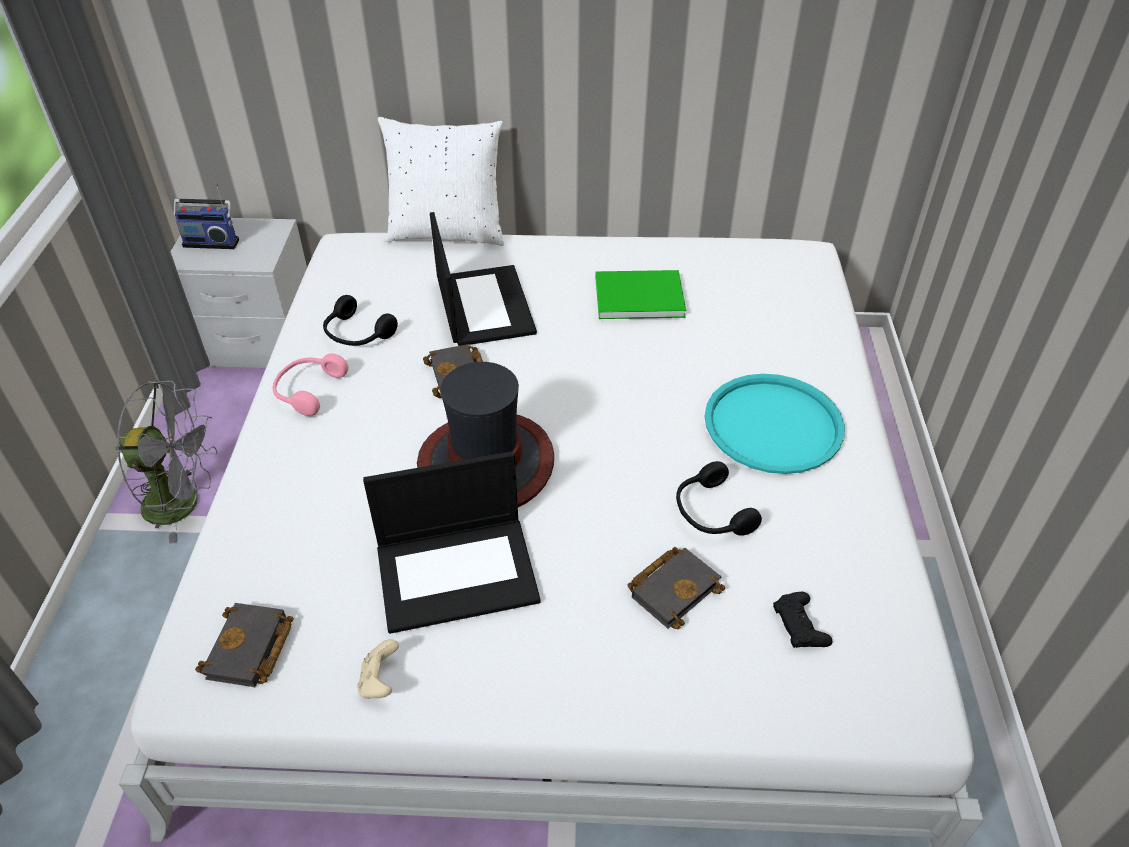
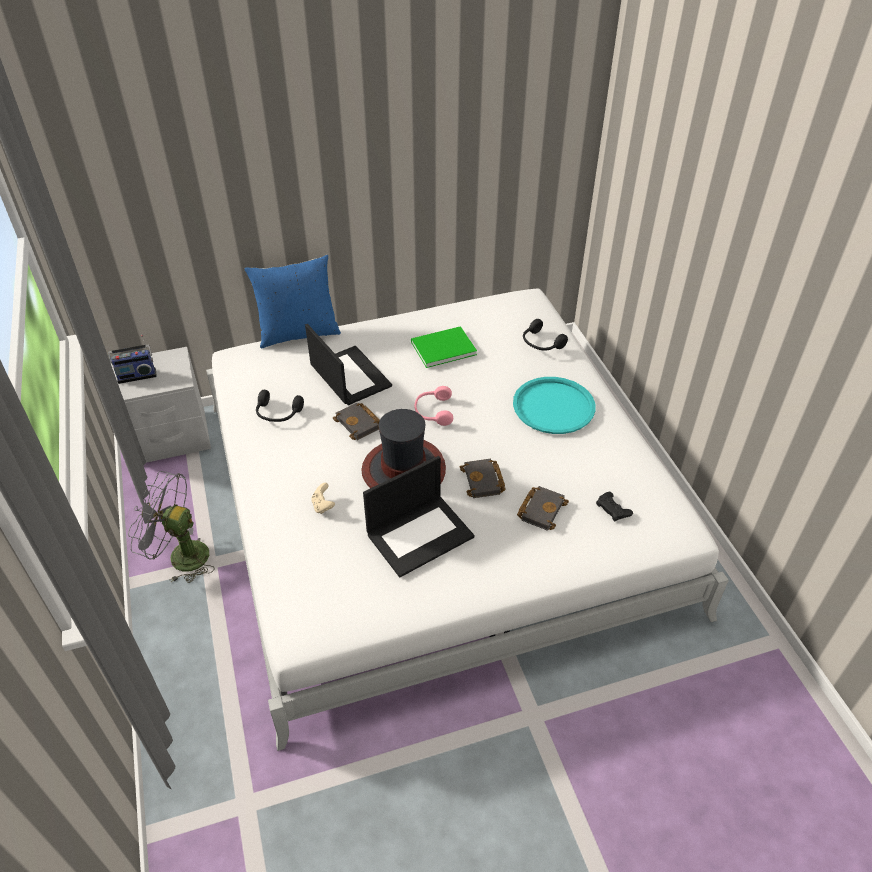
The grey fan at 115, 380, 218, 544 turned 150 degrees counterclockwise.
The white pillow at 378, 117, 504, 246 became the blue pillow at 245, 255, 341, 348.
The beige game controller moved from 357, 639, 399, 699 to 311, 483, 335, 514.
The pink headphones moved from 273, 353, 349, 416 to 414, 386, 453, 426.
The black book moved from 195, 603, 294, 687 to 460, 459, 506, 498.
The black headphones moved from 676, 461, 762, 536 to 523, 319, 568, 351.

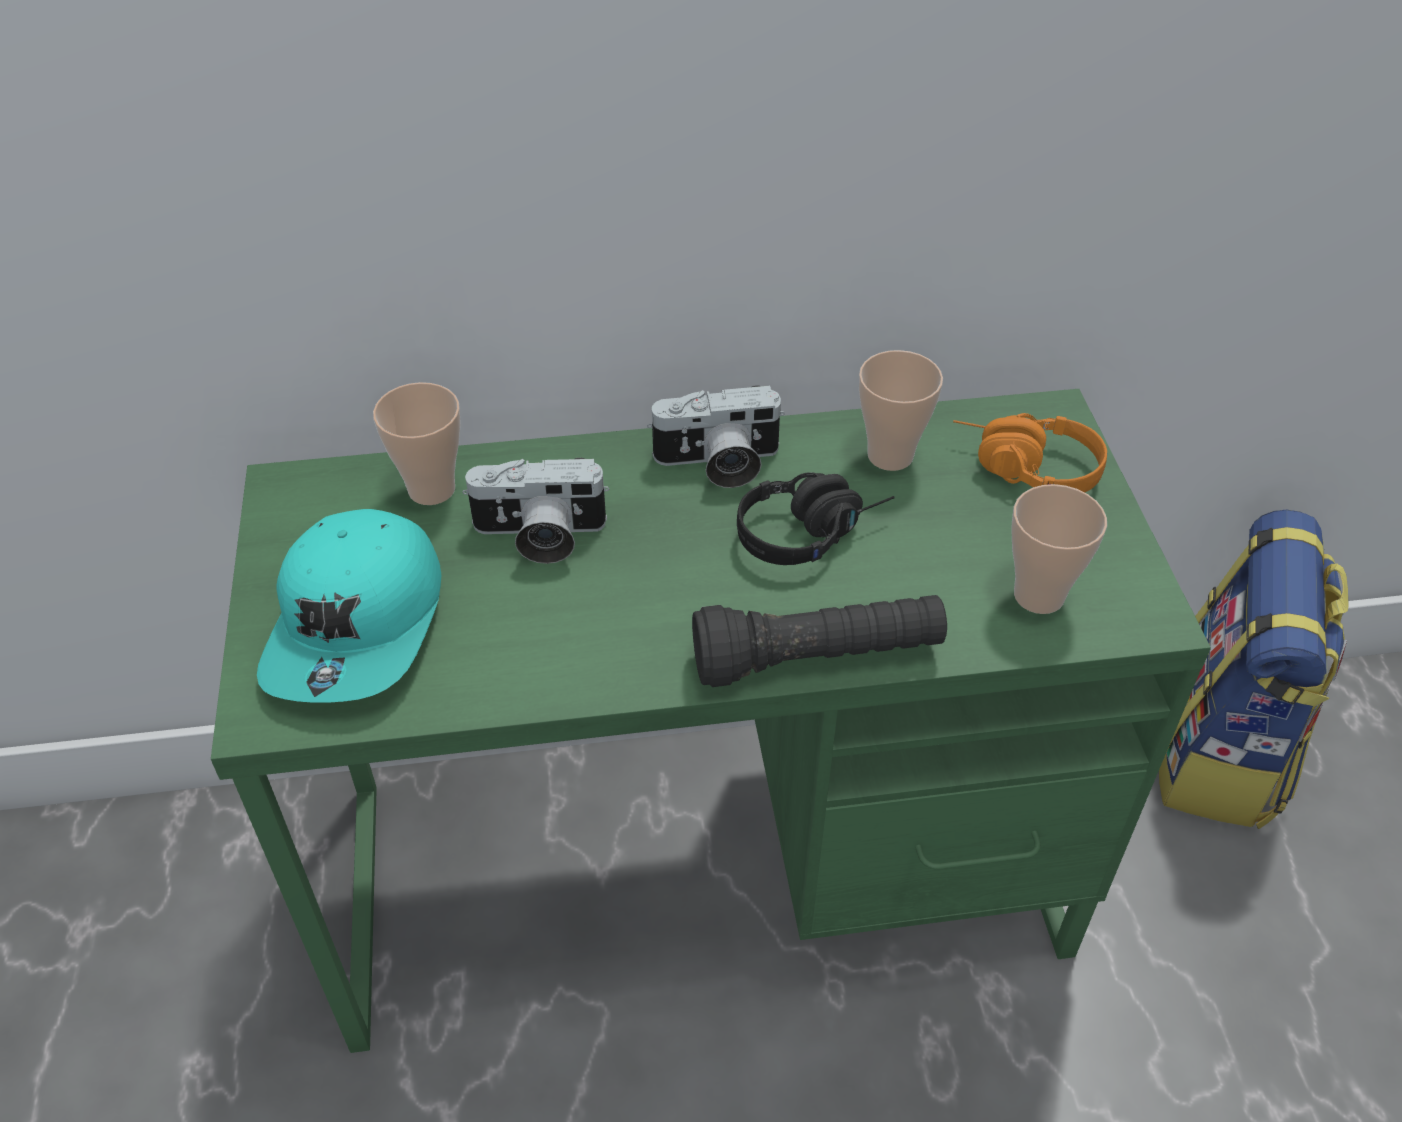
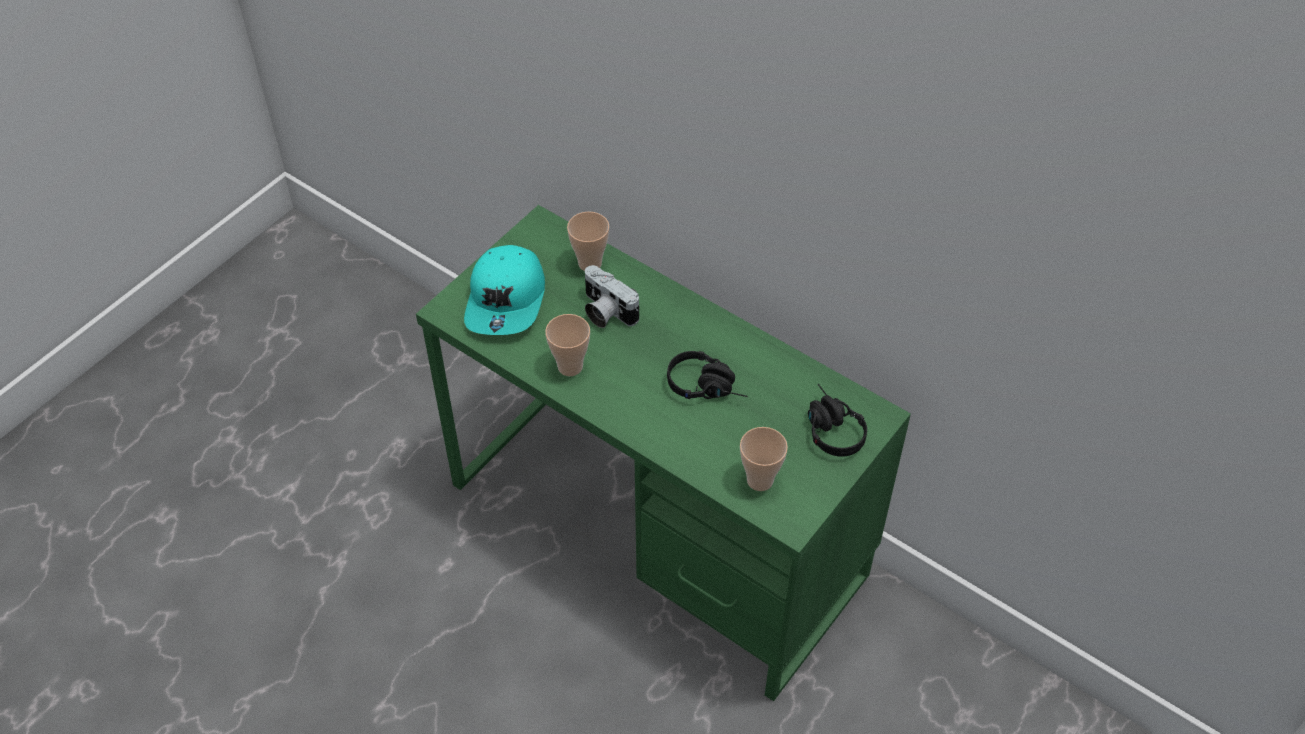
The turquoise cap at 257, 509, 441, 703 turned 45 degrees counterclockwise.
The cup moved from 859, 350, 943, 471 to 545, 314, 590, 376.
The orange headphones at 953, 413, 1107, 492 became the black headphones at 808, 384, 867, 457.
The photo camera at 647, 385, 785, 488 disappeared.
The black flashlight at 692, 595, 947, 687 disappeared.
The backpack at 1159, 509, 1349, 829 disappeared.

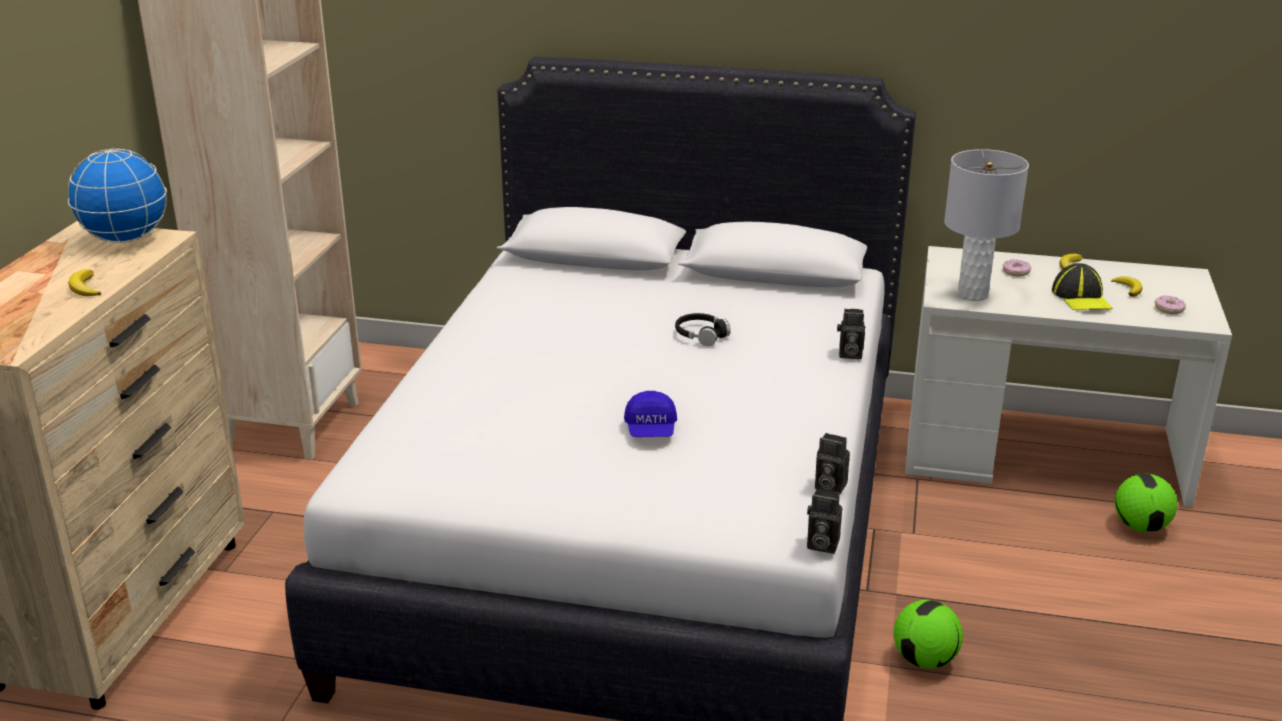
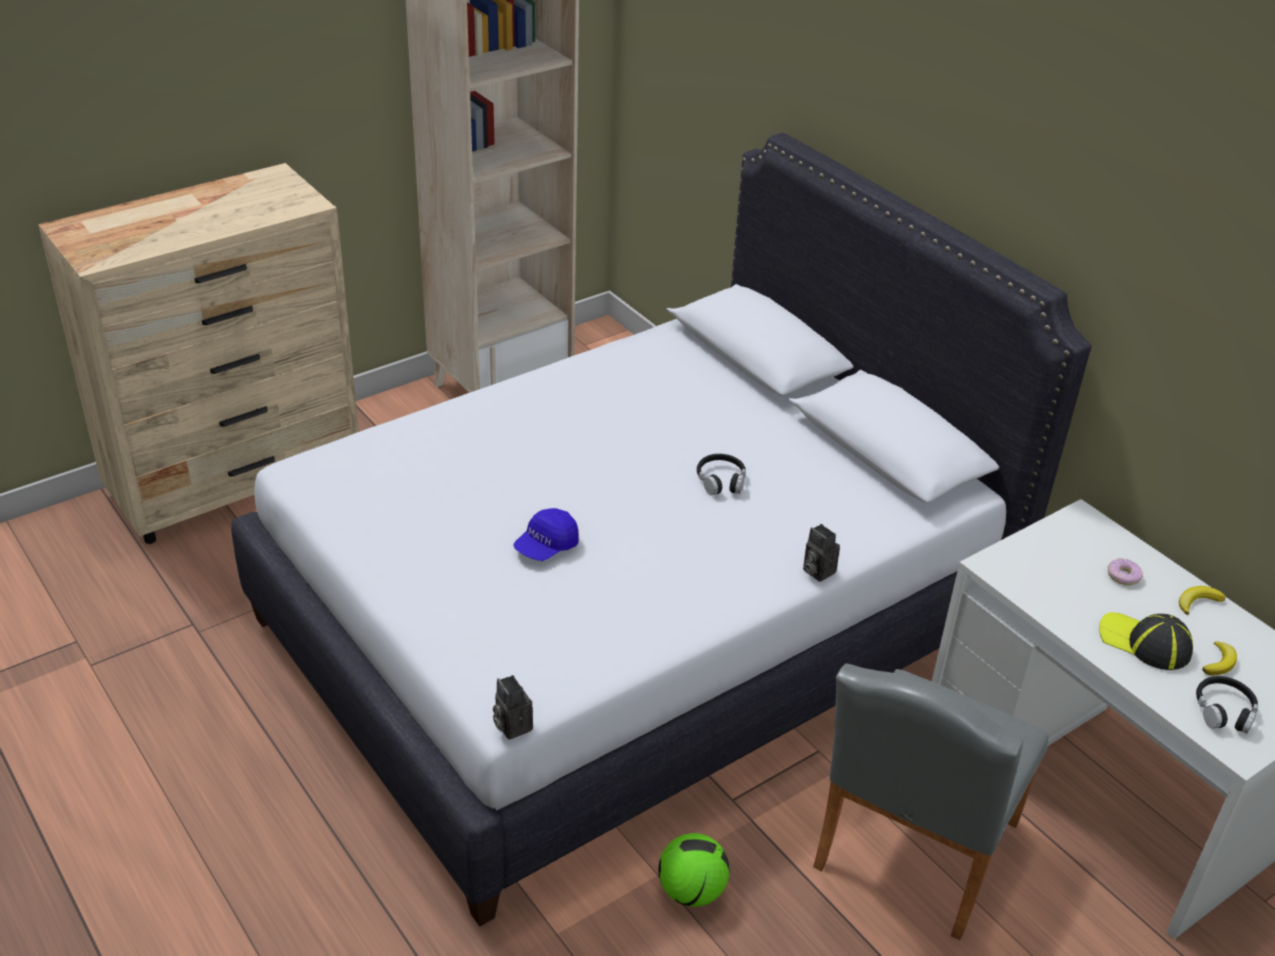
The grey chair at 813, 664, 1049, 940 appeared.
The cap at 1052, 263, 1113, 310 turned 90 degrees clockwise.
The donut at 1154, 296, 1186, 314 was replaced by the black headphones at 1196, 676, 1258, 734.
The globe at 68, 148, 167, 243 disappeared.
The banana at 69, 269, 101, 296 disappeared.
The photo camera at 815, 433, 850, 494 disappeared.
The grey table lamp at 944, 149, 1029, 301 disappeared.
The football at 1115, 473, 1177, 533 disappeared.

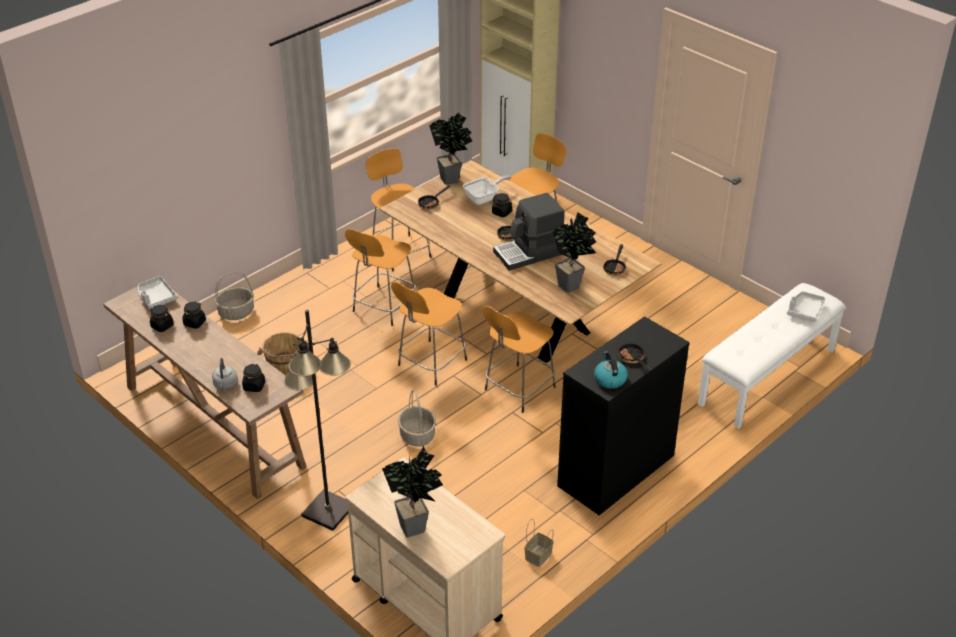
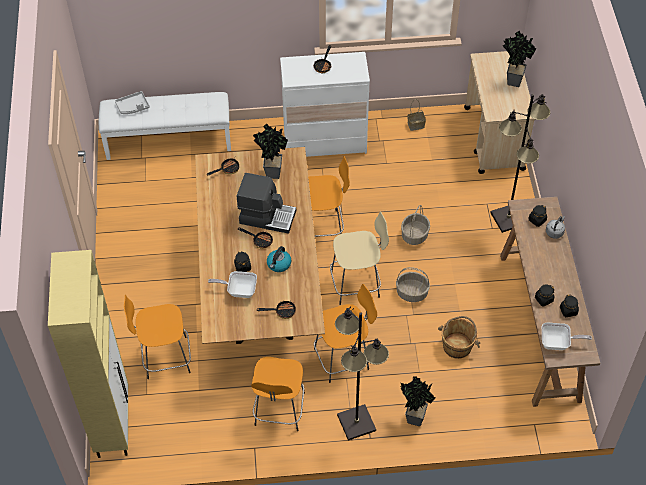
The kettle moved from 594, 351, 628, 389 to 267, 246, 292, 272.
The black dresser at 557, 316, 690, 515 became the white dresser at 280, 52, 370, 157.
The orange stool at 391, 282, 467, 386 became the beige stool at 330, 211, 389, 305.
The black floor lamp at 335, 306, 389, 441 appeared.
The basket moved from 215, 272, 254, 320 to 396, 267, 430, 302.
The potted plant moved from 429, 112, 472, 185 to 400, 376, 436, 426.
The grey tray at 138, 276, 177, 309 was replaced by the frying pan at 542, 322, 592, 350.

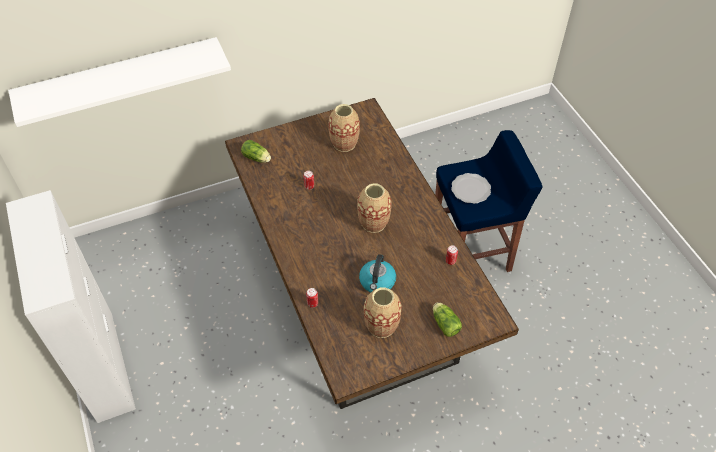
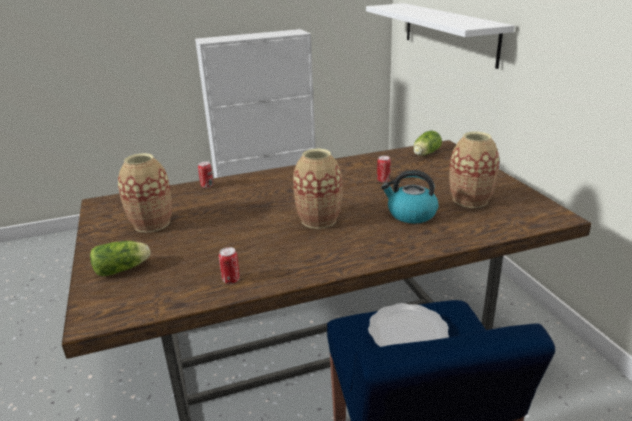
The kettle moved from 359, 254, 396, 292 to 381, 170, 438, 223.

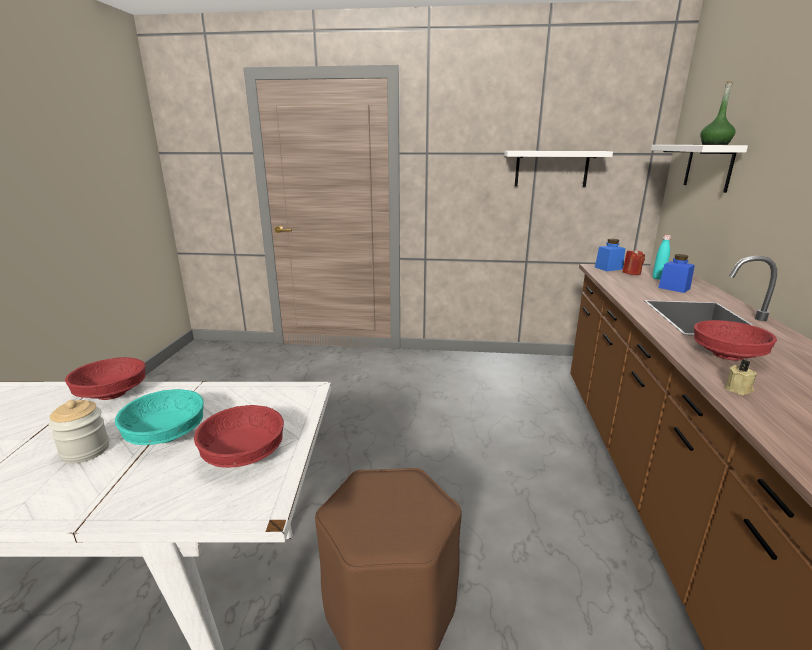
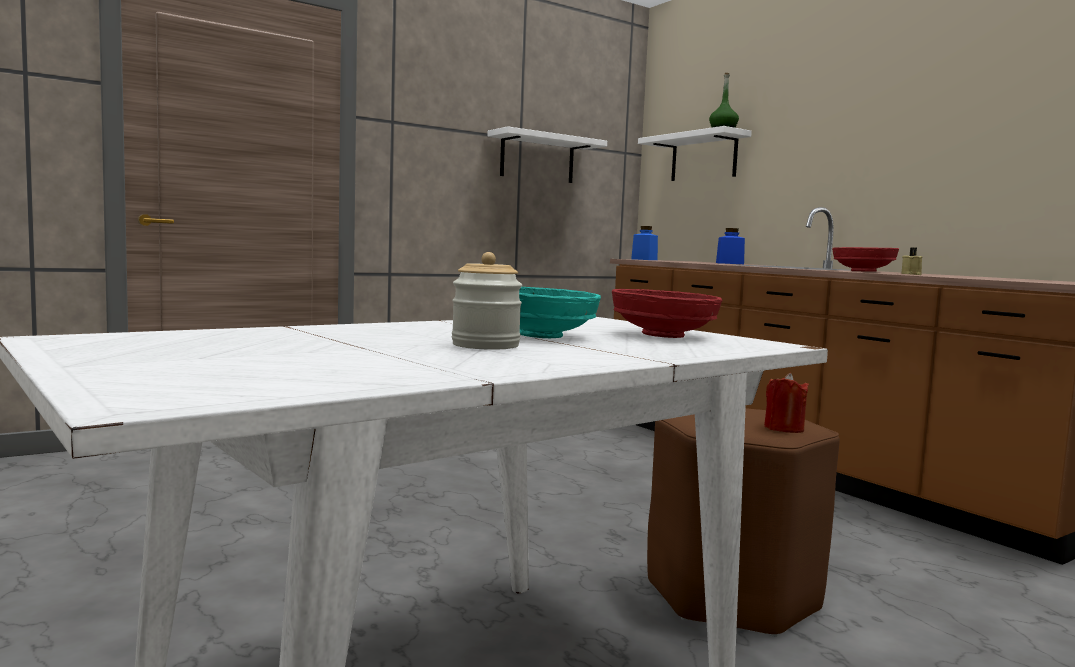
The red candle moved from 622, 249, 645, 275 to 764, 373, 809, 433.
The red bowl at 65, 357, 145, 400 disappeared.
The turquoise bottle at 652, 235, 671, 280 disappeared.

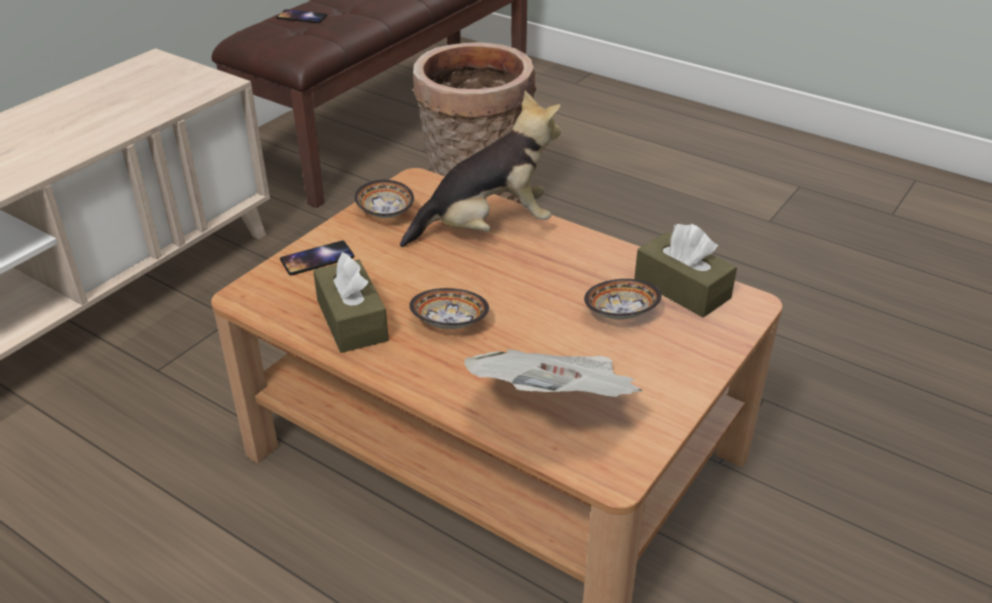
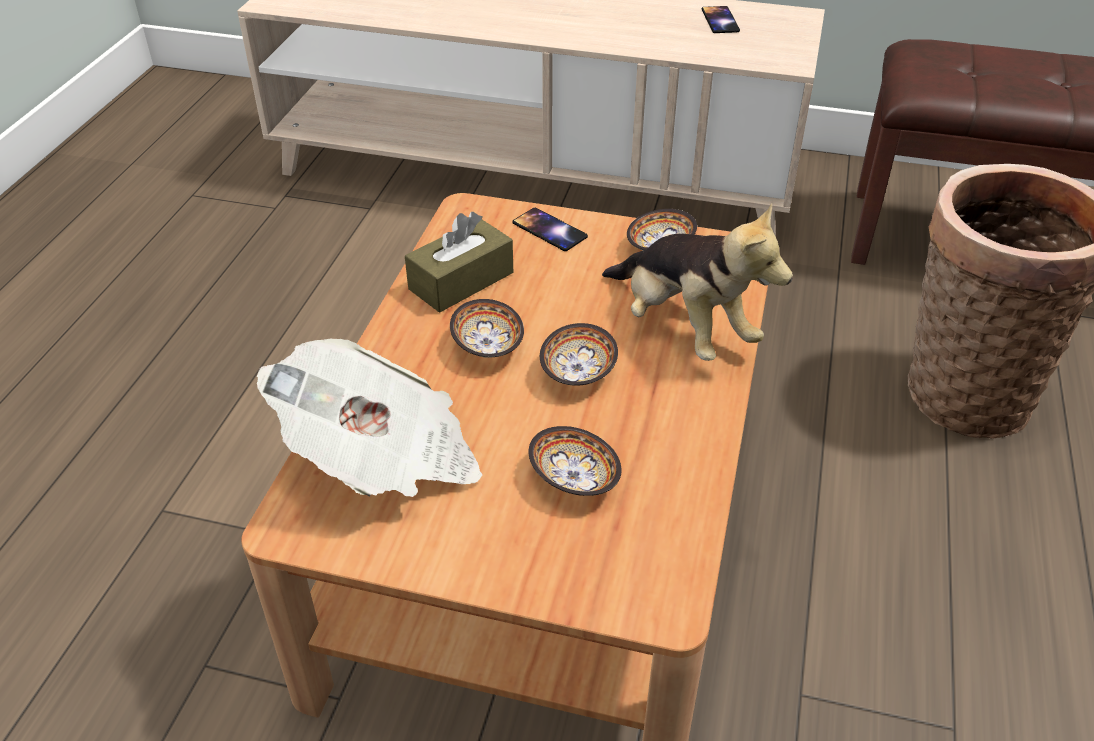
The bowl at 540, 323, 618, 386 appeared.
The phone moved from 276, 9, 327, 23 to 701, 6, 740, 33.
The brown tissue box at 634, 224, 737, 318 disappeared.

